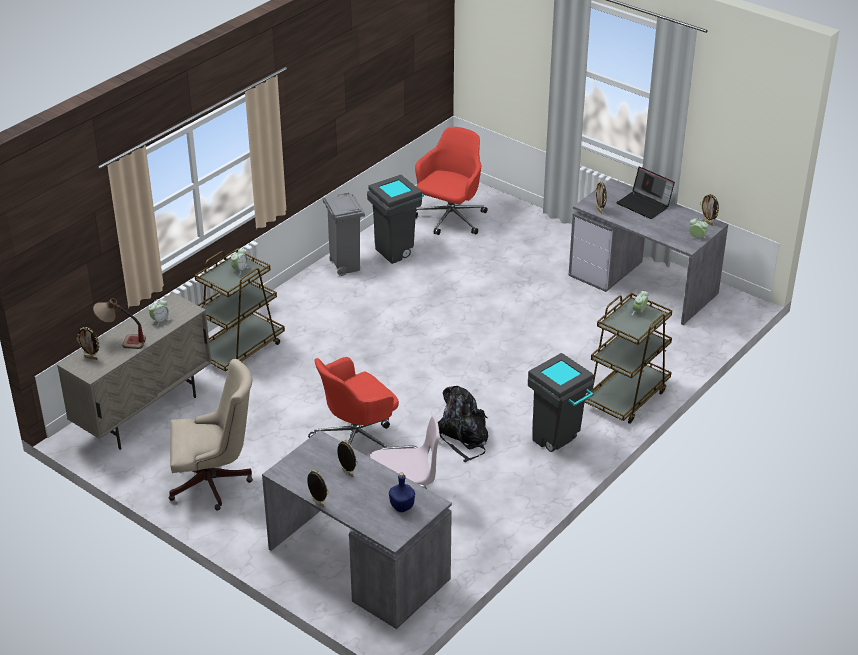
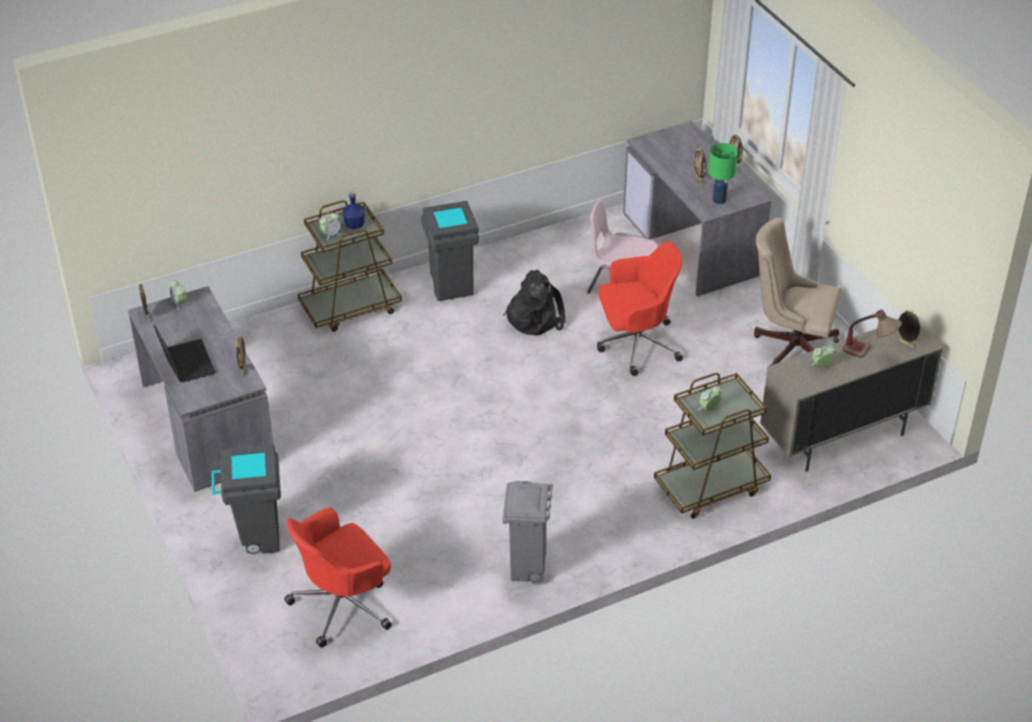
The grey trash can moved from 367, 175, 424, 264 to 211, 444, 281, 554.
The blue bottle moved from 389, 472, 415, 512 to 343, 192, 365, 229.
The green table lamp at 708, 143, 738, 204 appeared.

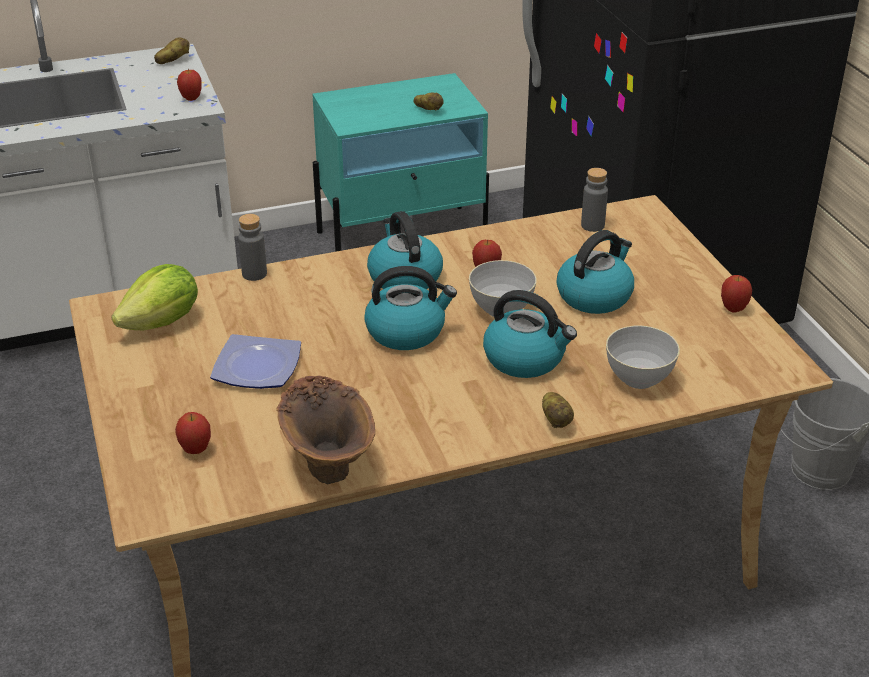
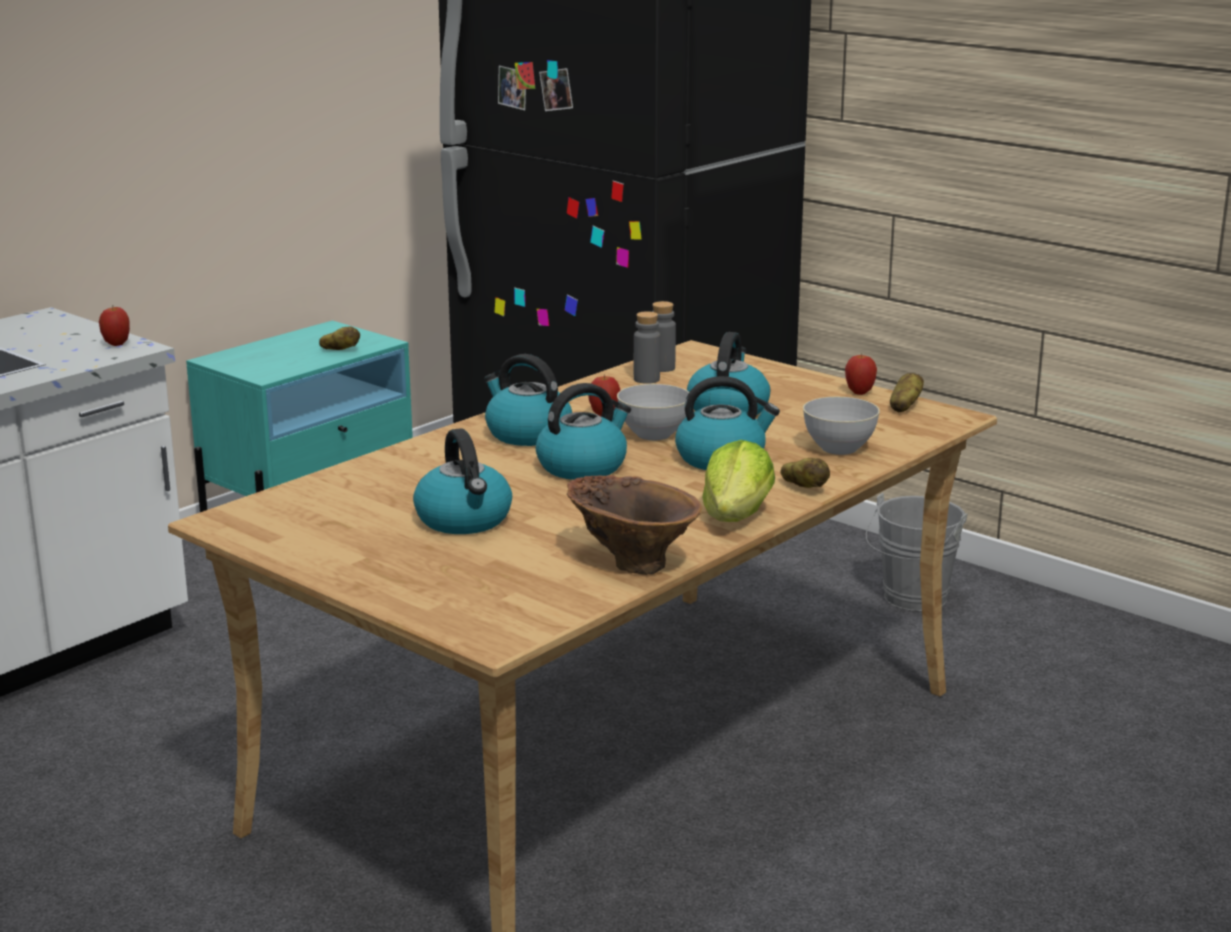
The plate at 210, 334, 301, 389 was replaced by the kettle at 413, 428, 512, 534.
The grey bottle moved from 238, 214, 267, 281 to 634, 311, 660, 384.
The lettuce moved from 111, 264, 198, 330 to 702, 440, 775, 522.
The potato moved from 154, 37, 190, 64 to 890, 373, 924, 412.
The apple at 175, 412, 211, 454 disappeared.

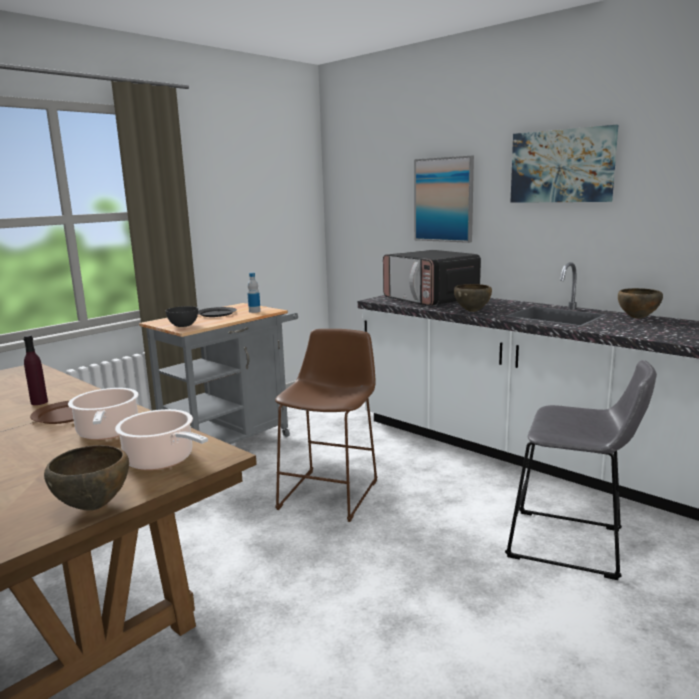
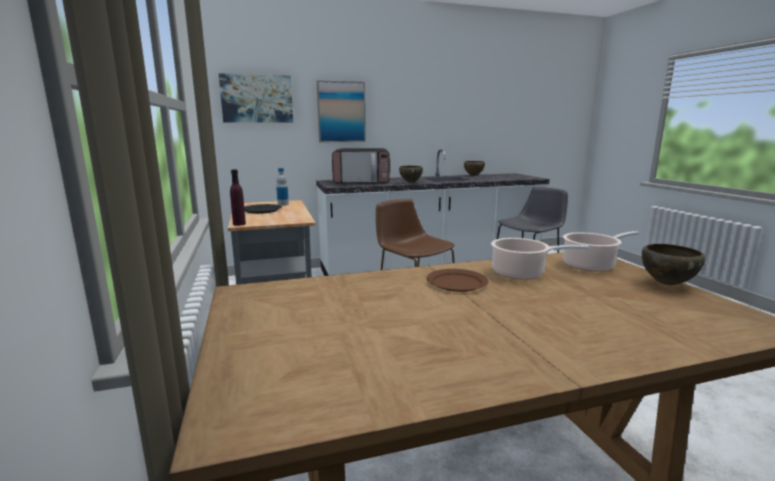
The picture moved from 510, 125, 618, 203 to 219, 73, 293, 123.
The purple bottle moved from 23, 335, 48, 405 to 230, 169, 246, 226.
The grey bowl at 166, 306, 198, 327 disappeared.

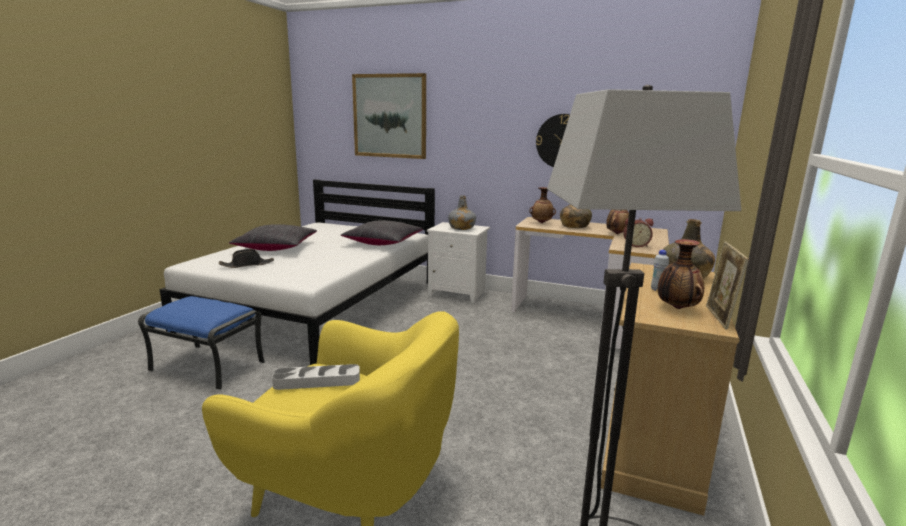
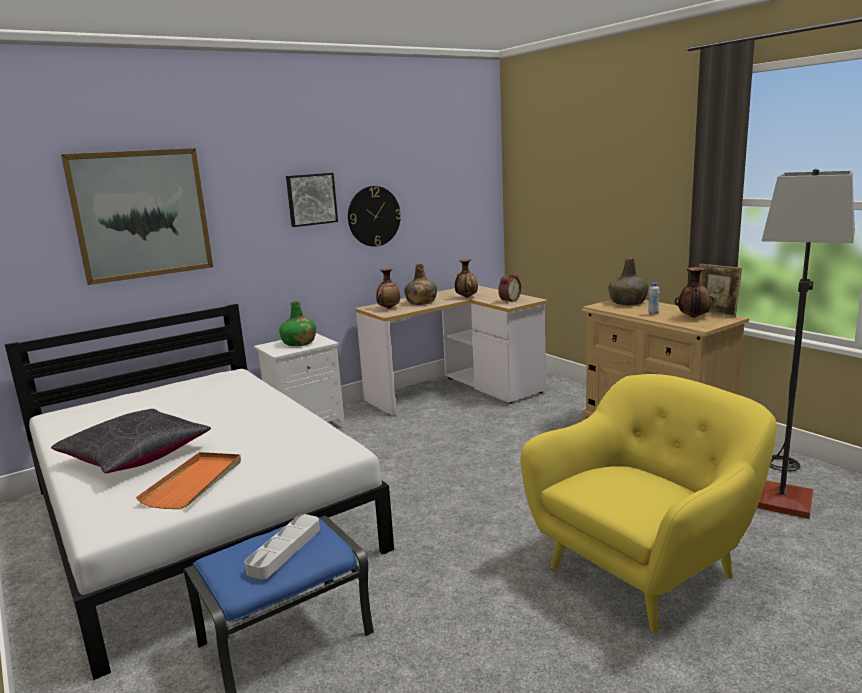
The black hat at 219, 249, 274, 268 was replaced by the orange tray at 136, 452, 241, 509.
The grey tray moved from 272, 364, 360, 390 to 245, 514, 320, 579.
The grey bottle at 448, 195, 476, 230 became the green bottle at 279, 301, 316, 346.
The picture at 286, 173, 338, 227 appeared.
The black pillow at 341, 220, 423, 245 disappeared.

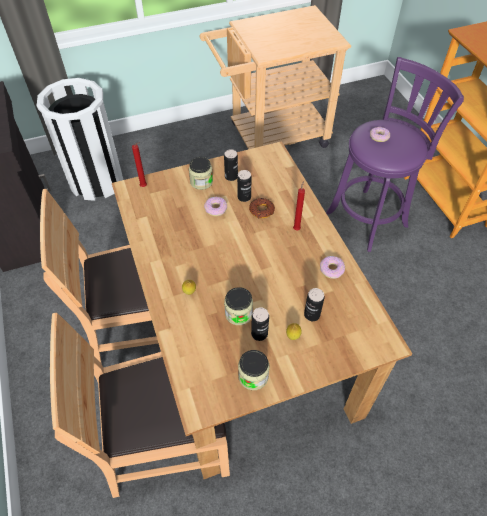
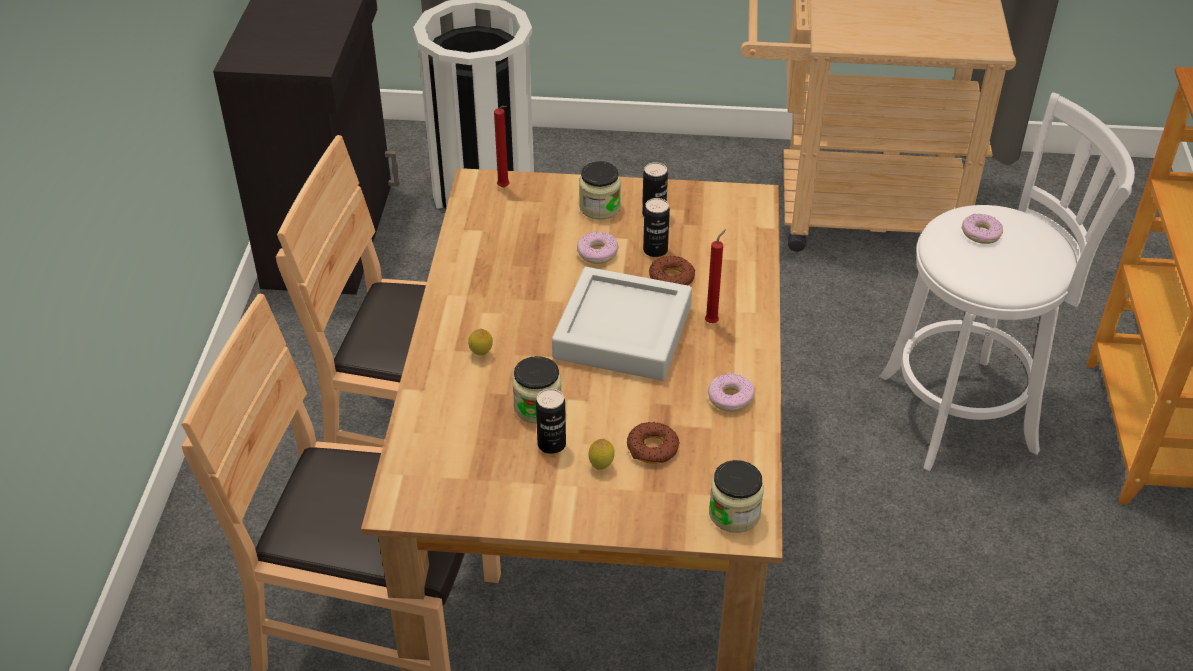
The grey tray at 552, 267, 692, 381 appeared.
The can at 304, 288, 324, 321 was replaced by the donut at 627, 422, 680, 464.
The jar moved from 238, 350, 270, 390 to 709, 460, 764, 533.
The purple stool at 326, 57, 464, 252 became the white stool at 879, 92, 1135, 471.

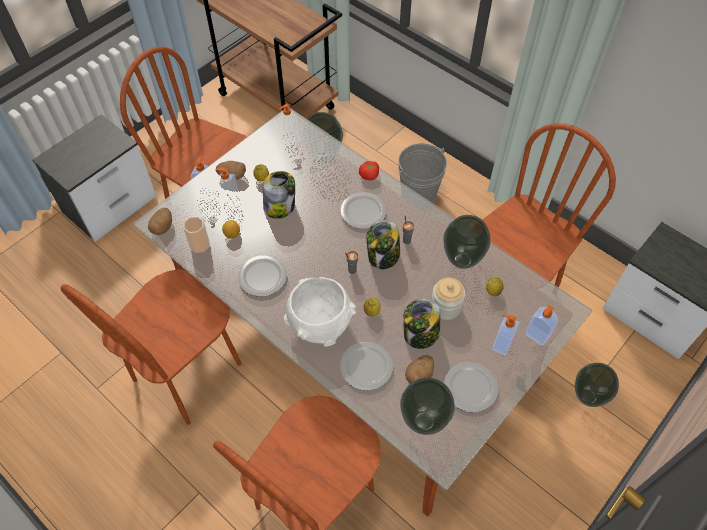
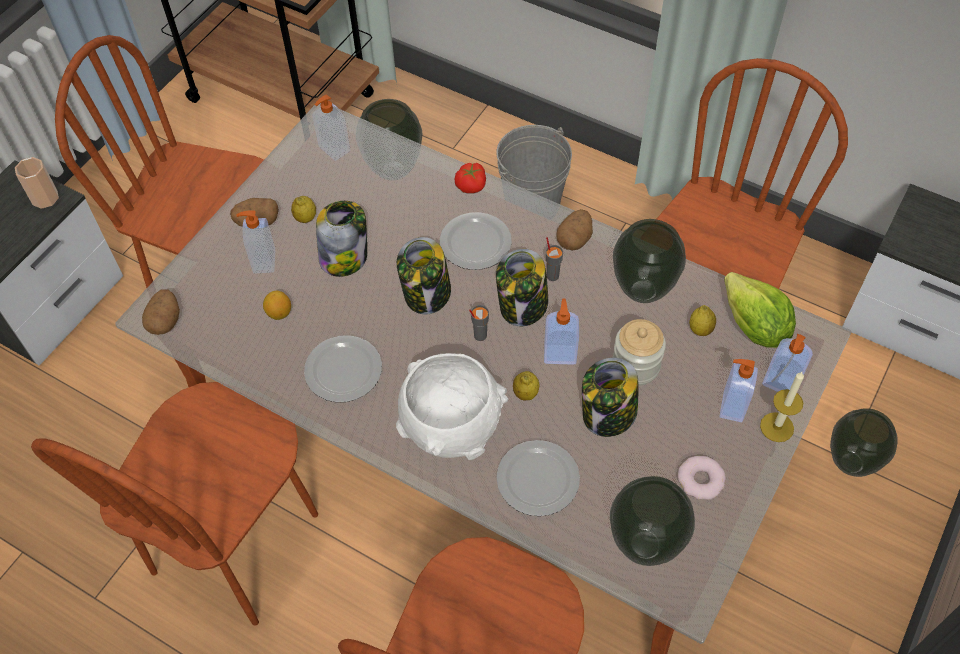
The cup moved from 183, 216, 210, 253 to 15, 157, 59, 209.
The jar at 397, 237, 451, 314 appeared.
The soap dispenser moved from 191, 156, 218, 199 to 544, 298, 579, 365.
The potato moved from 405, 355, 434, 383 to 556, 209, 593, 250.
The plate at 444, 362, 498, 412 was replaced by the donut at 678, 456, 726, 500.
The lettuce at 724, 272, 796, 348 appeared.
The candle at 760, 372, 804, 442 appeared.

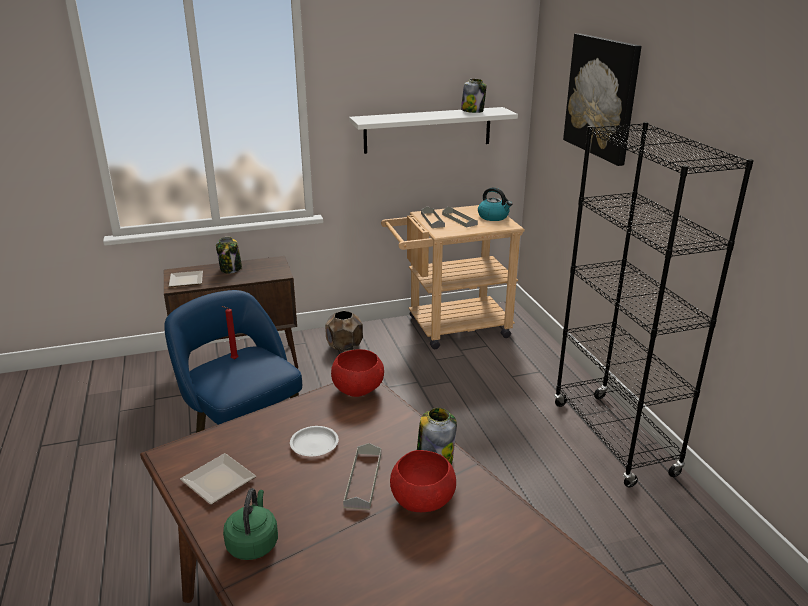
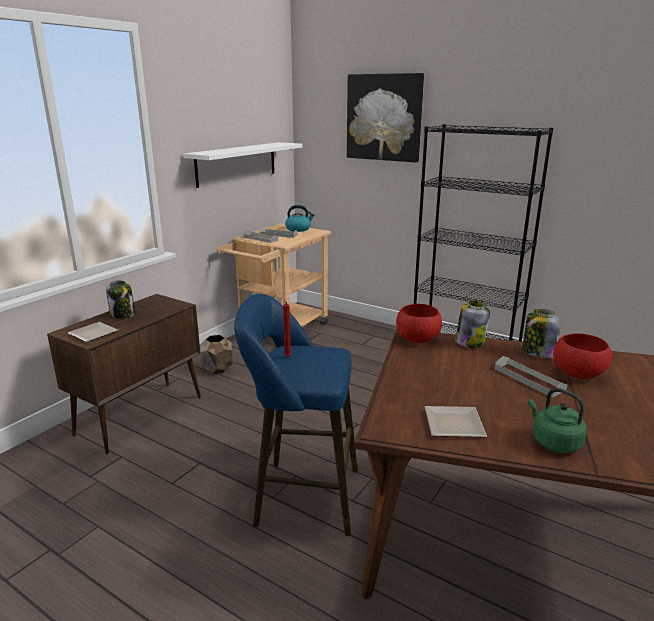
The jar moved from 461, 79, 486, 113 to 455, 301, 490, 348.
The white plate at 290, 426, 339, 456 disappeared.

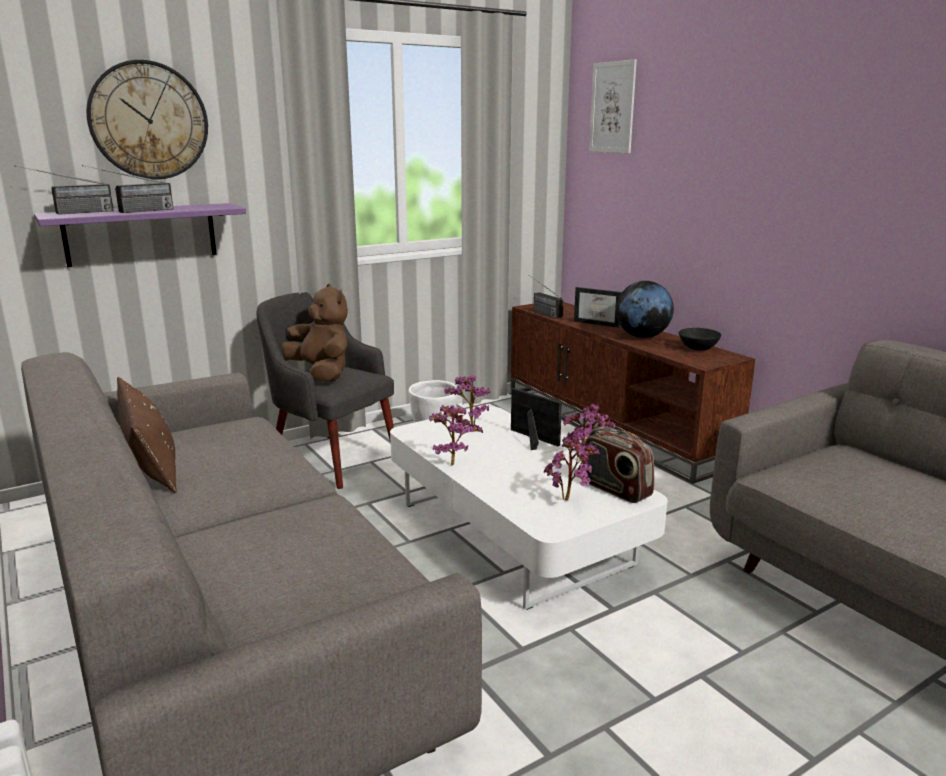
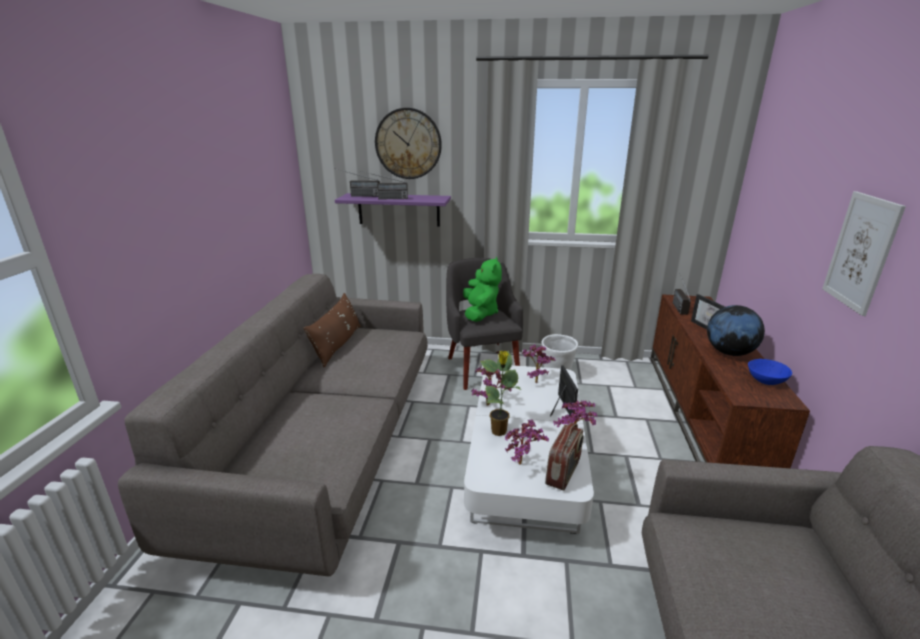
The brown plush toy at 282, 284, 348, 382 became the green plush toy at 463, 257, 502, 322.
The potted plant at 480, 350, 521, 436 appeared.
The radio at 581, 429, 655, 503 turned 150 degrees counterclockwise.
The black bowl at 679, 328, 721, 351 became the blue bowl at 748, 359, 792, 385.
The picture moved from 589, 59, 637, 153 to 822, 191, 906, 316.

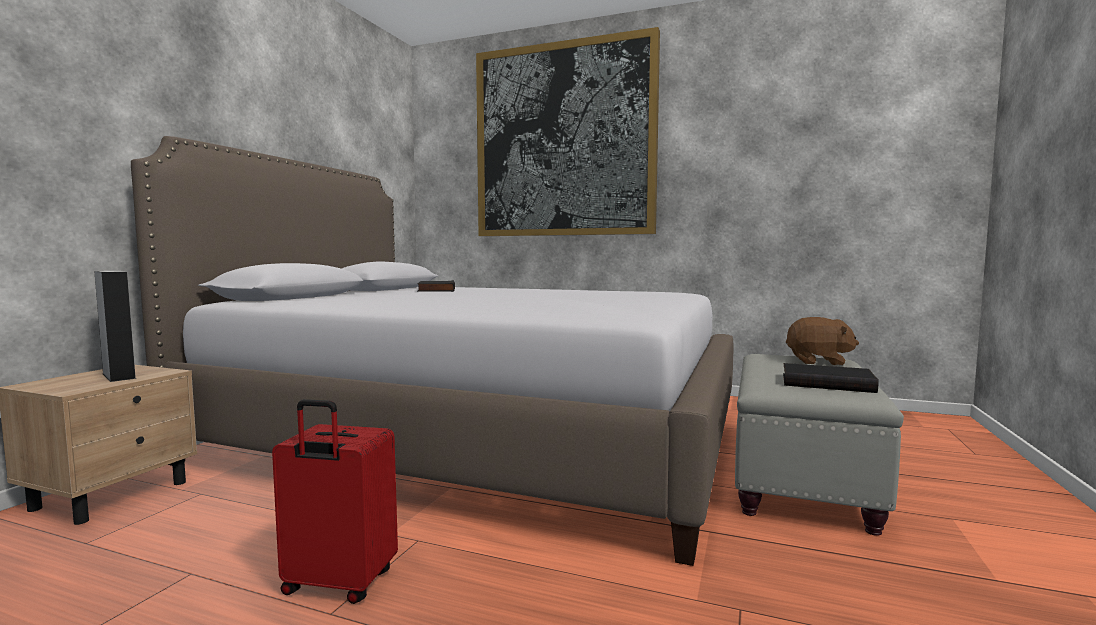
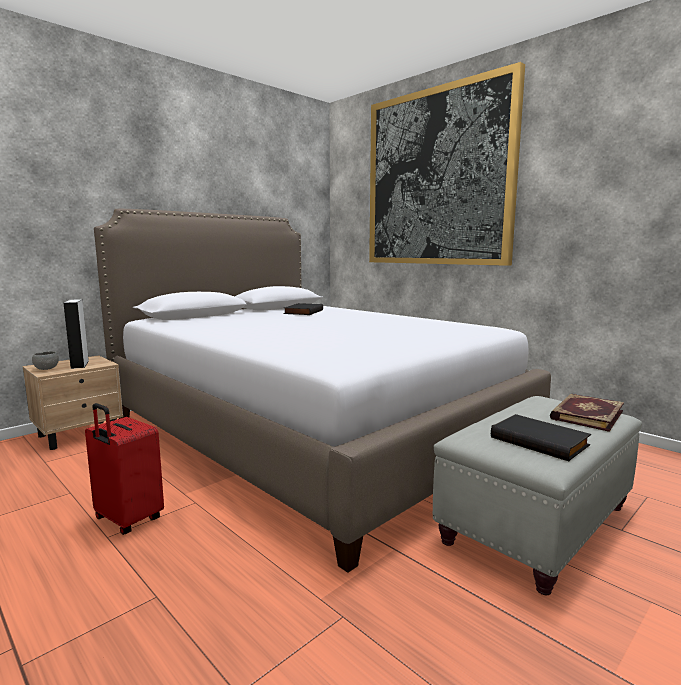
The grey bowl at 32, 351, 59, 370 appeared.
The brown plush toy at 786, 317, 859, 365 was replaced by the book at 550, 394, 624, 432.

